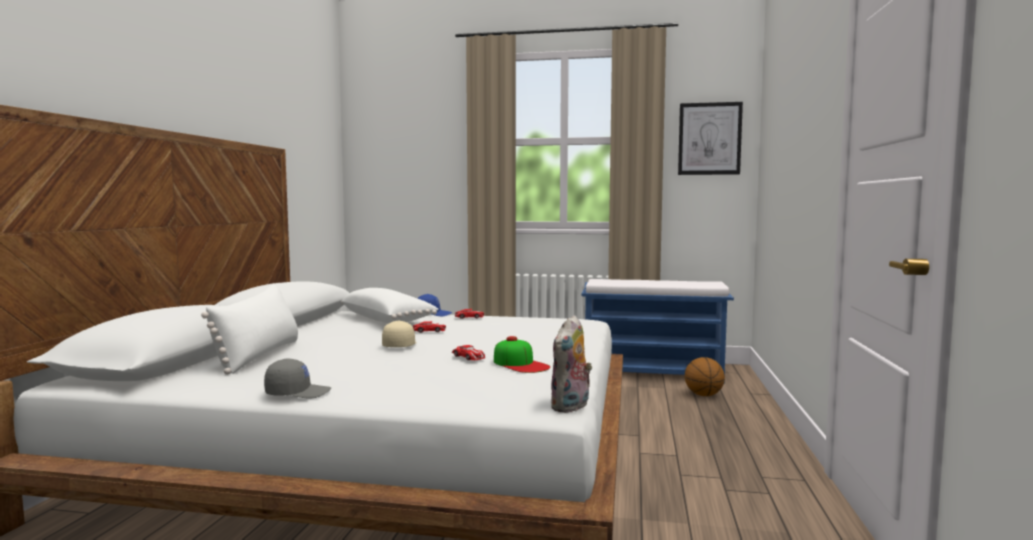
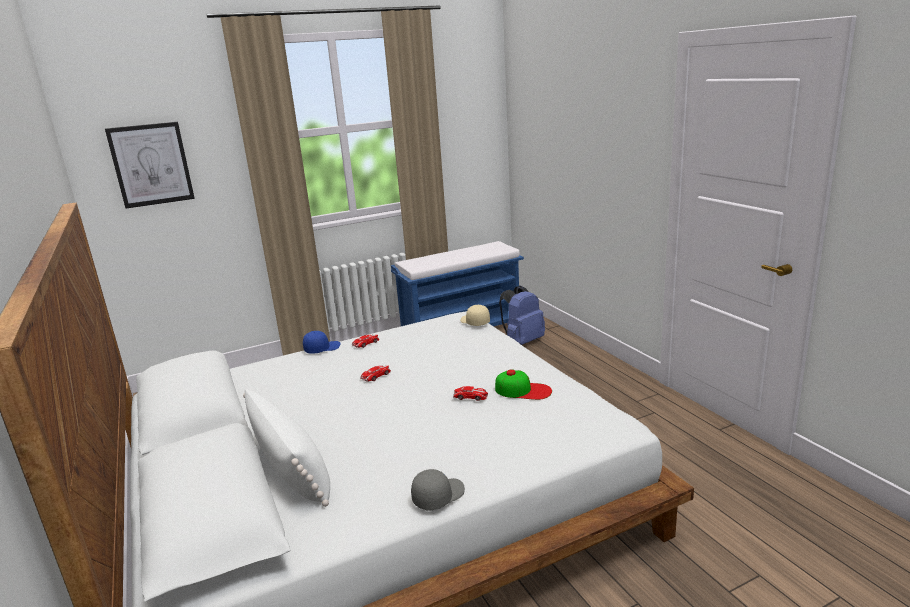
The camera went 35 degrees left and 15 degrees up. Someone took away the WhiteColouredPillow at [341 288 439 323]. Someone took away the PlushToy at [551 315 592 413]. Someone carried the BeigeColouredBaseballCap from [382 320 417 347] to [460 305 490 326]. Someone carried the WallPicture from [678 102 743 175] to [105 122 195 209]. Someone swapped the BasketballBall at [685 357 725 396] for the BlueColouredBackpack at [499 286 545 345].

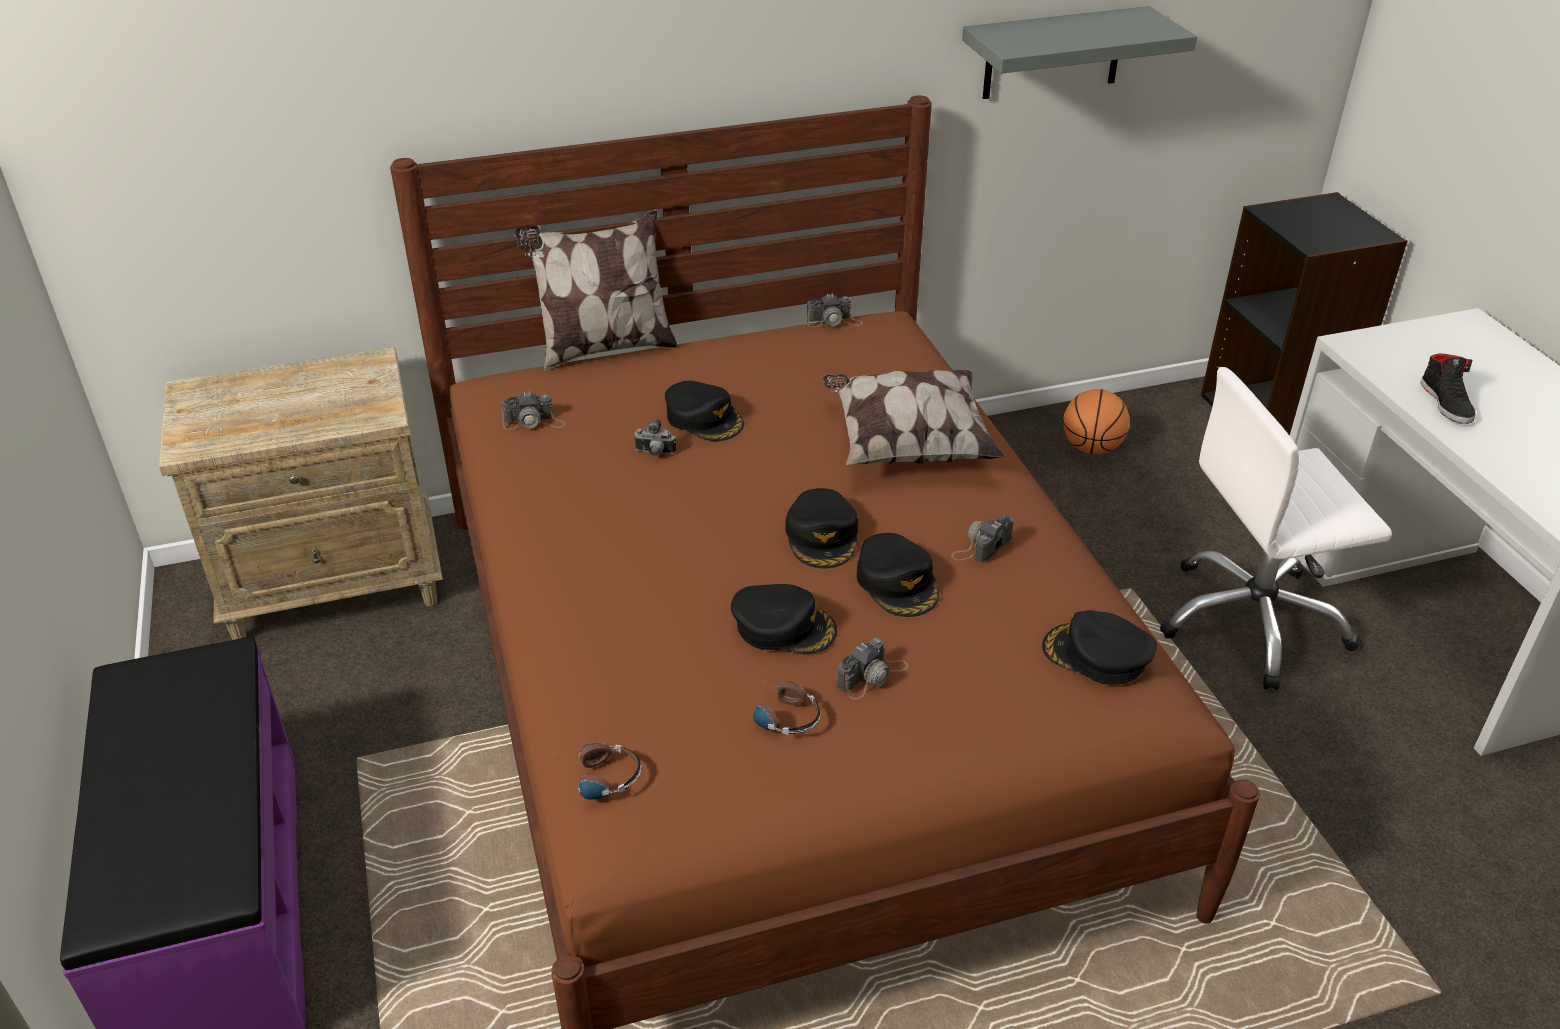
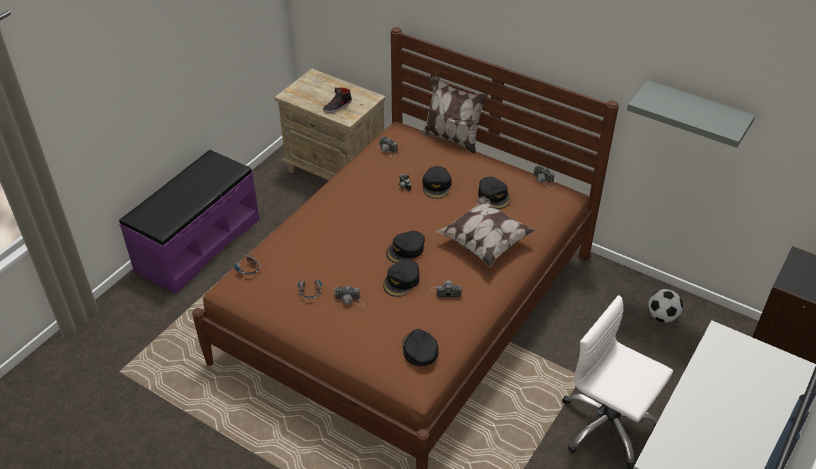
The camera went 50 degrees right and 5 degrees up. Someone carried the BlackishBaseballCap from [731 584 837 653] to [478 177 510 209]. Someone carried the BlackishItemOfFootwear from [1421 353 1476 424] to [323 88 352 113]. Someone swapped the BasketballBall at [1063 389 1130 454] for the BallForFootball at [648 289 683 323].

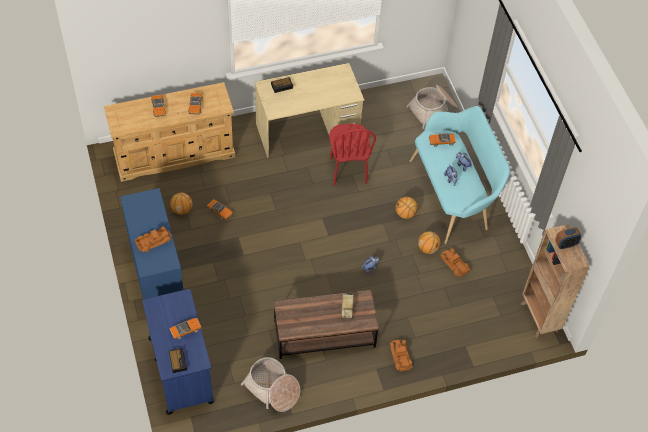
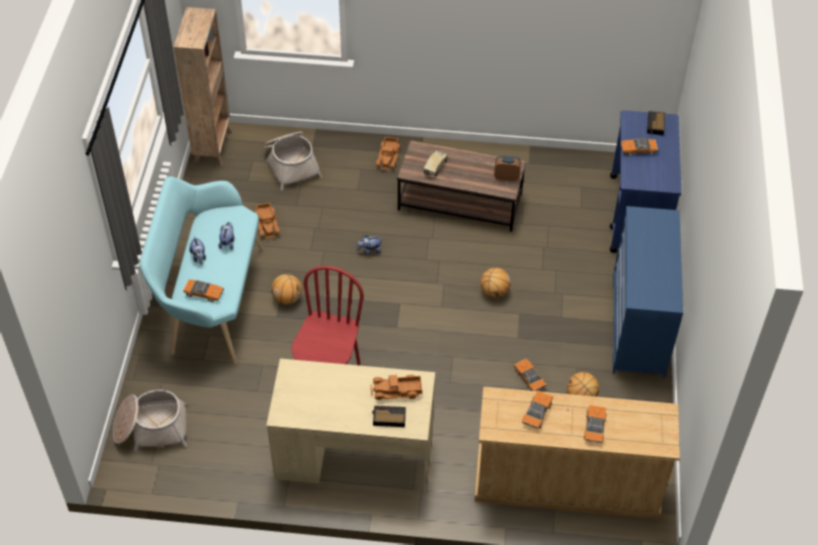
The camera went 155 degrees left and 5 degrees down. Someone carried the ModelTruck from [135 227 172 252] to [371 375 422 400]. Someone carried the Basket from [241 357 300 412] to [263 132 322 190]. Someone carried the BasketballBall from [418 231 441 254] to [480 268 511 298]. Someone carried the AlarmClock from [555 227 581 249] to [494 156 521 181].

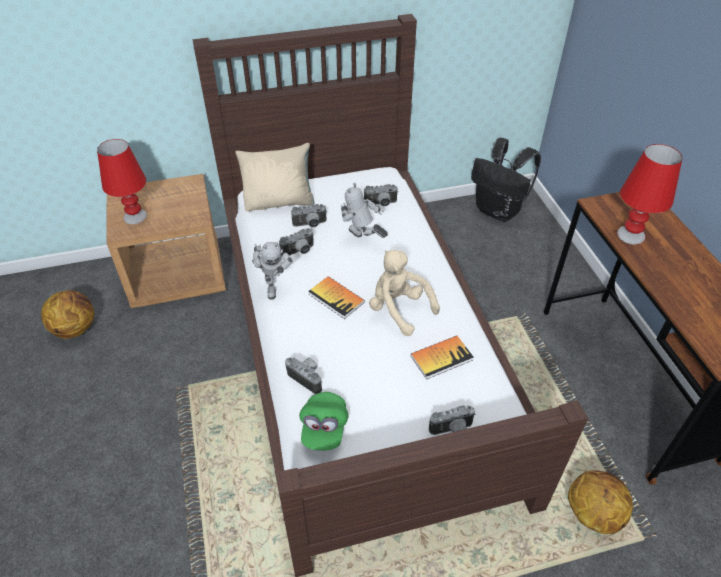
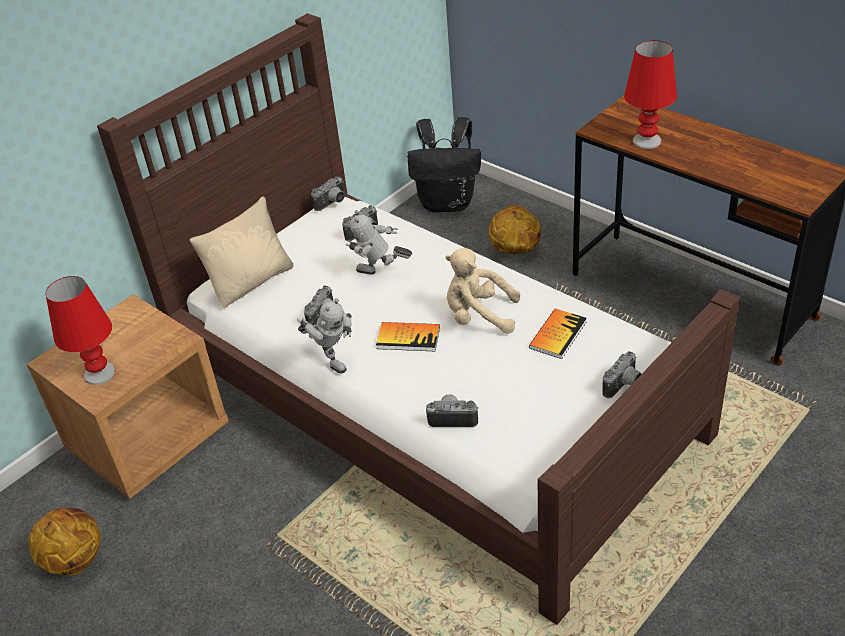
The camera went 30 degrees left and 5 degrees down. Someone took away the GreenColouredBaseballCap at [299 392 349 451]. Someone carried the PhotoCamera from [291 204 327 227] to [311 176 345 211]. Someone carried the BasketballBall from [568 471 633 534] to [489 205 541 254].

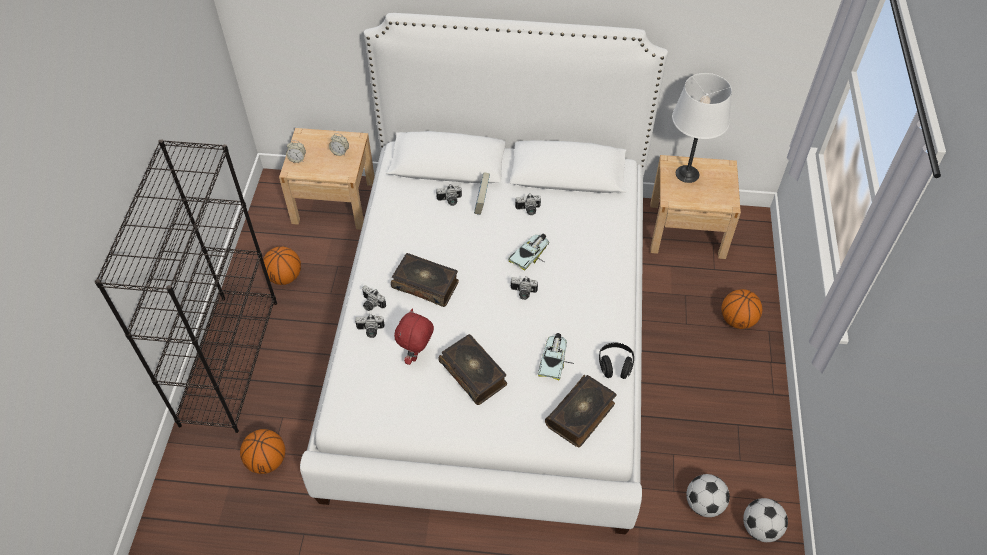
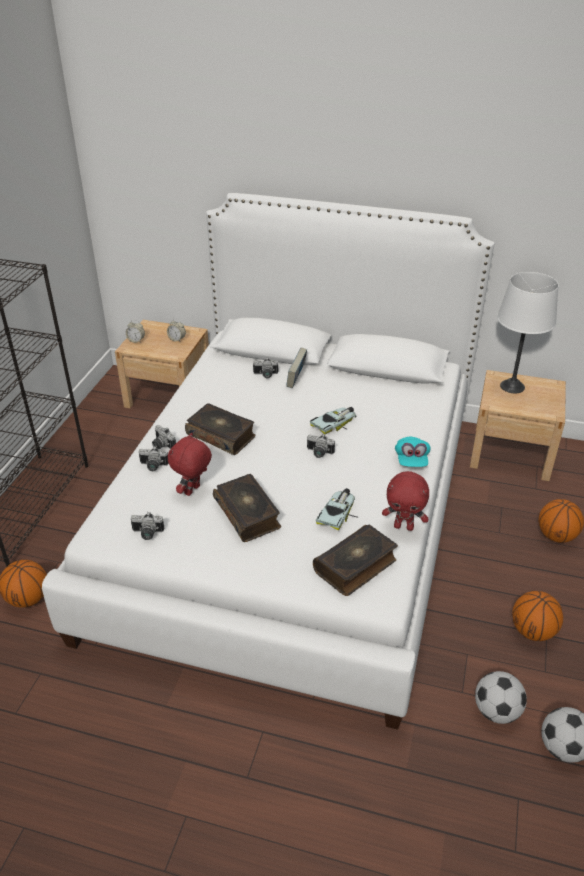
The camera went 10 degrees right and 15 degrees down. Someone put down the TurquoiseColouredBaseballCap at [395 437 431 467]. Someone carried the BasketballBall from [262 246 301 285] to [512 591 563 641]. Someone carried the PhotoCamera from [515 194 541 215] to [131 512 165 540]. Someone swapped the BlackishHeadset at [599 342 634 379] for the RedPlushToy at [382 471 429 531].

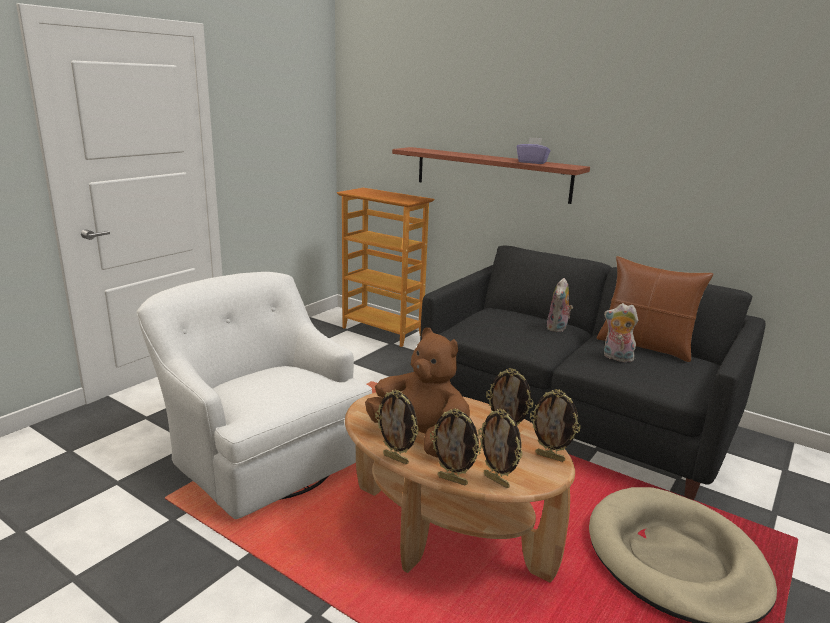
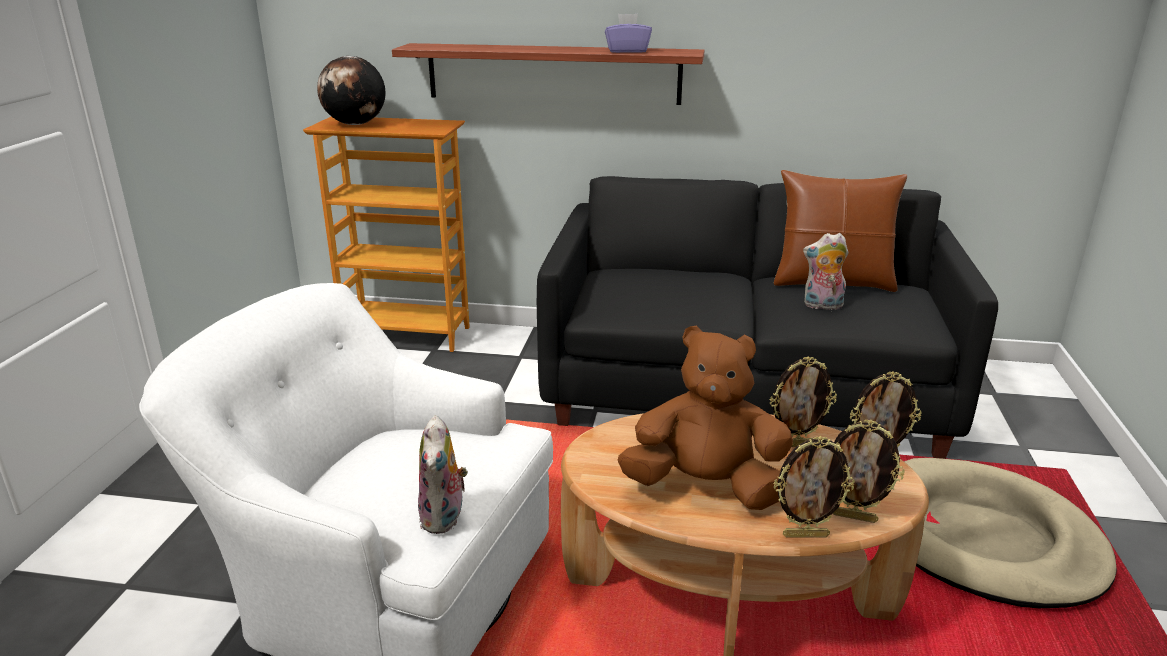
The camera went 25 degrees left and 5 degrees up. Someone took away the PhotoFrame at [375 390 419 464]. Someone put down the WorldGlobe at [317 56 385 125]. Someone carried the PlushToy from [546 278 573 332] to [418 415 468 534].

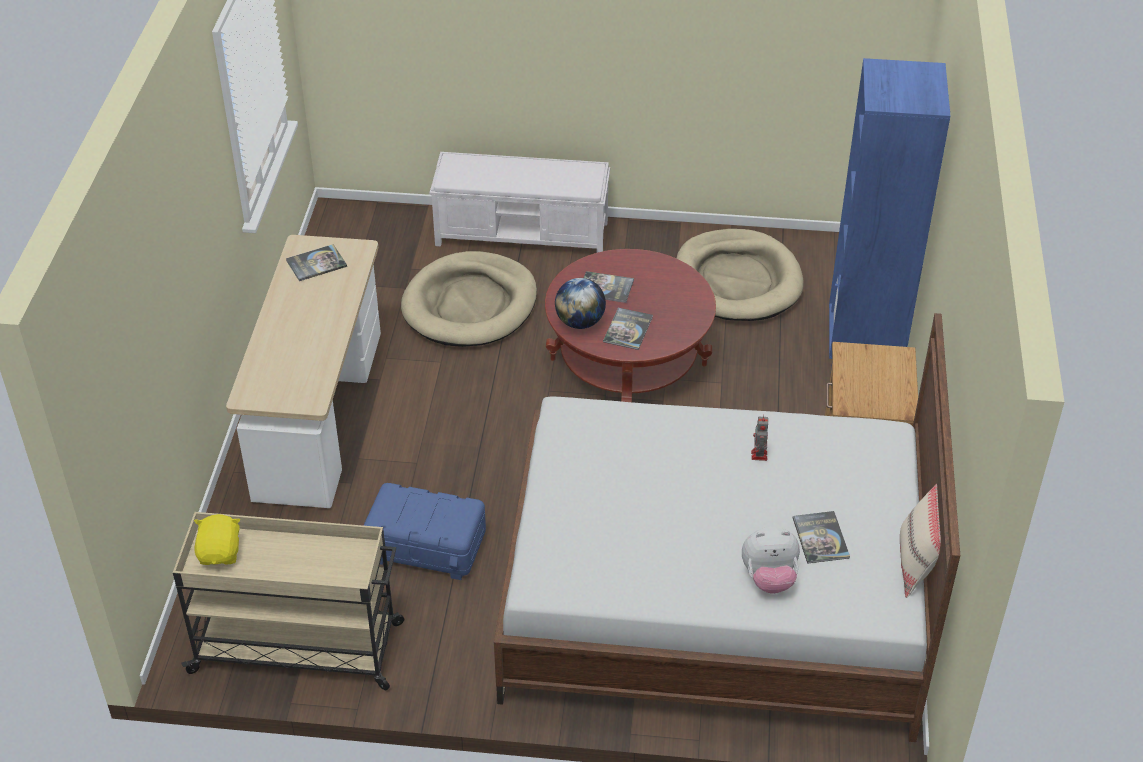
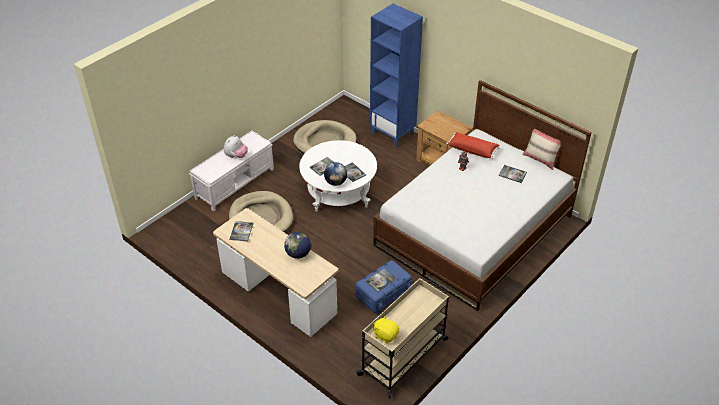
The camera went 55 degrees left and 0 degrees up. Someone put down the WorldGlobe at [284 232 311 259]. Someone put down the Book at [365 268 396 292]. Someone put down the RedPillow at [446 132 500 159]. Someone carried the PlushToy from [742 527 800 594] to [224 135 248 158]. Someone repainted the RedLoungeTable at [545 249 716 402], which became the WhiteColouredLoungeTable at [299 140 377 212].

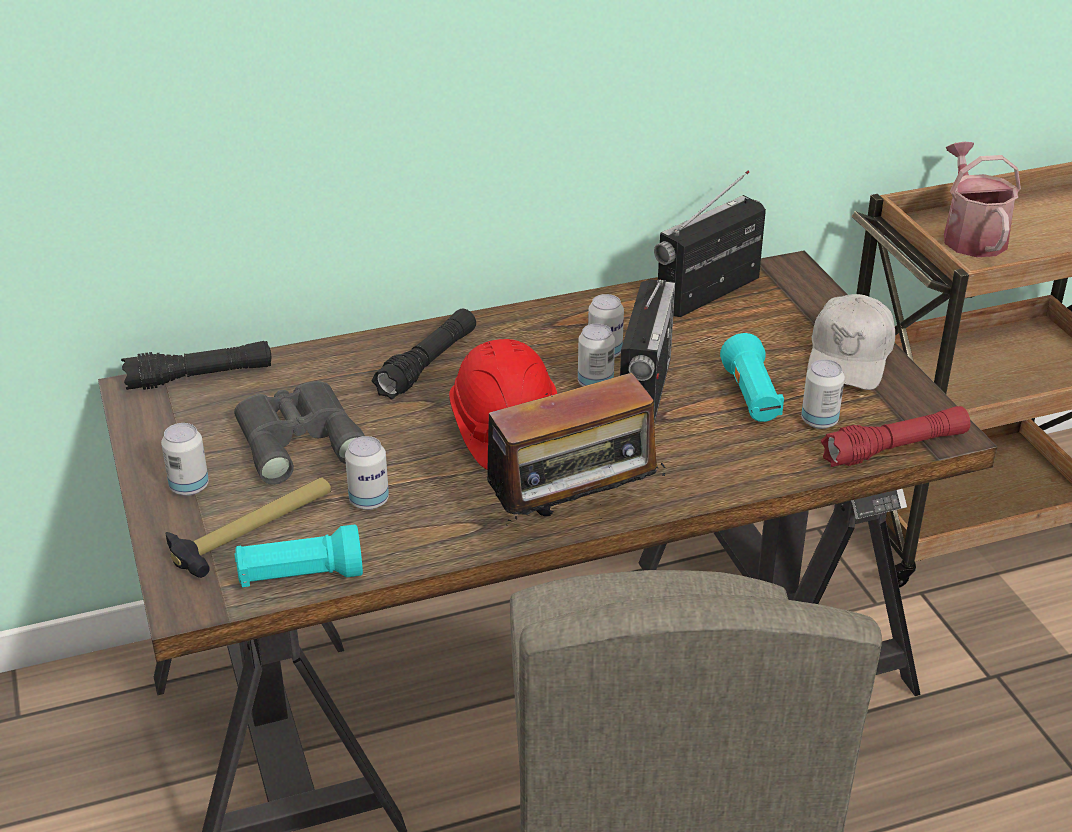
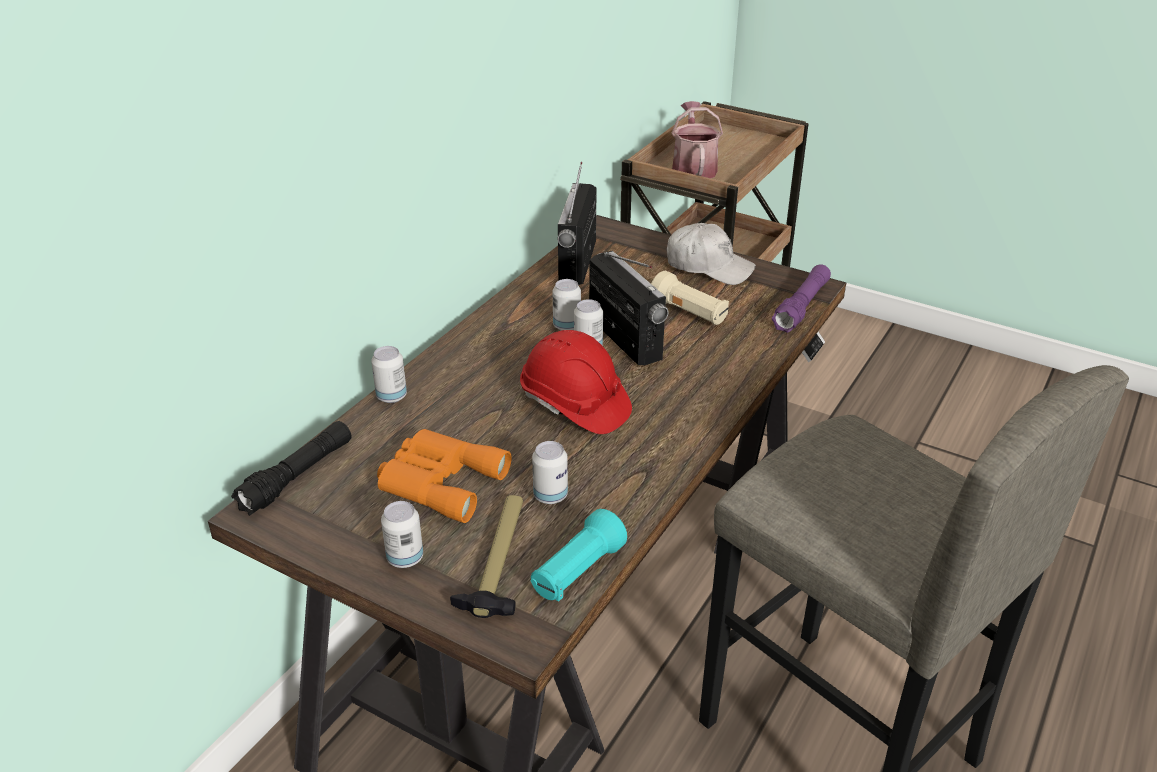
The camera went 40 degrees left and 0 degrees up. Someone took away the BlackishHandTorch at [372 309 476 400]. Someone took away the RadioSet at [470 373 668 531]. Someone carried the MetalCan from [801 359 845 429] to [371 346 407 403]. Someone repainted the GrayPairOfBinoculars at [234 381 365 485], which became the OrangePairOfBinoculars at [377 429 512 523]. Someone repainted the TurquoiseColouredHandTorch at [720 333 784 422], which became the BeigeColouredHandTorch at [651 271 729 325]. Someone repainted the RedHandTorch at [821 406 970 467], which became the PurplishHandTorch at [772 264 831 333]. Someone rotated the WhiteColouredBaseballCap at [807 294 895 390] by 45 degrees counterclockwise. Someone rotated the WateringPot at [944 142 1021 257] by 45 degrees clockwise.

